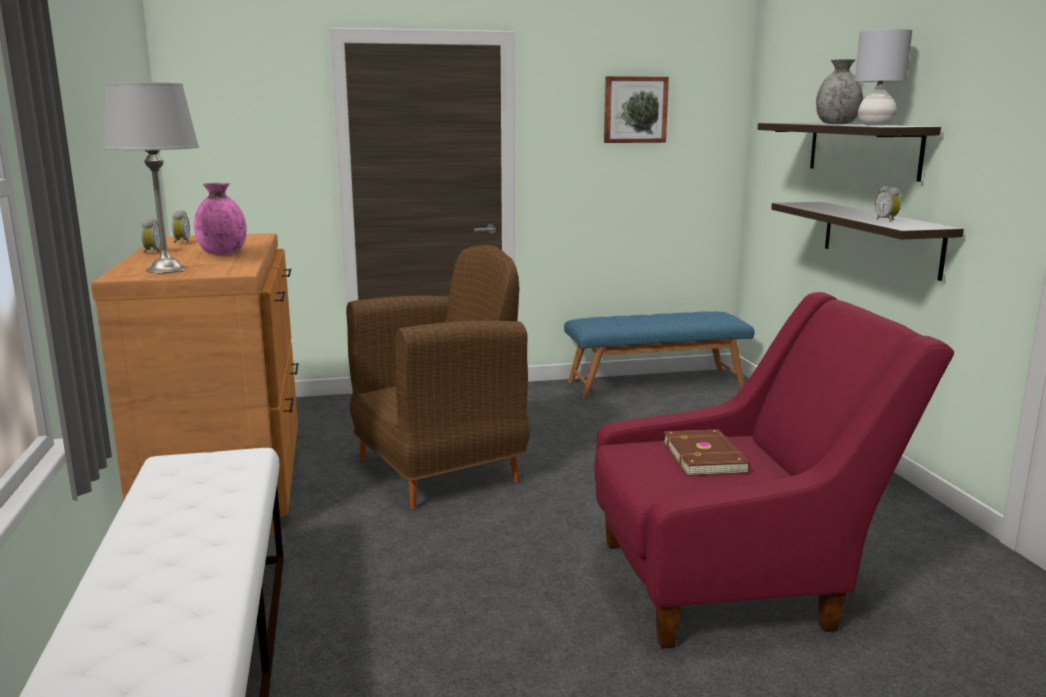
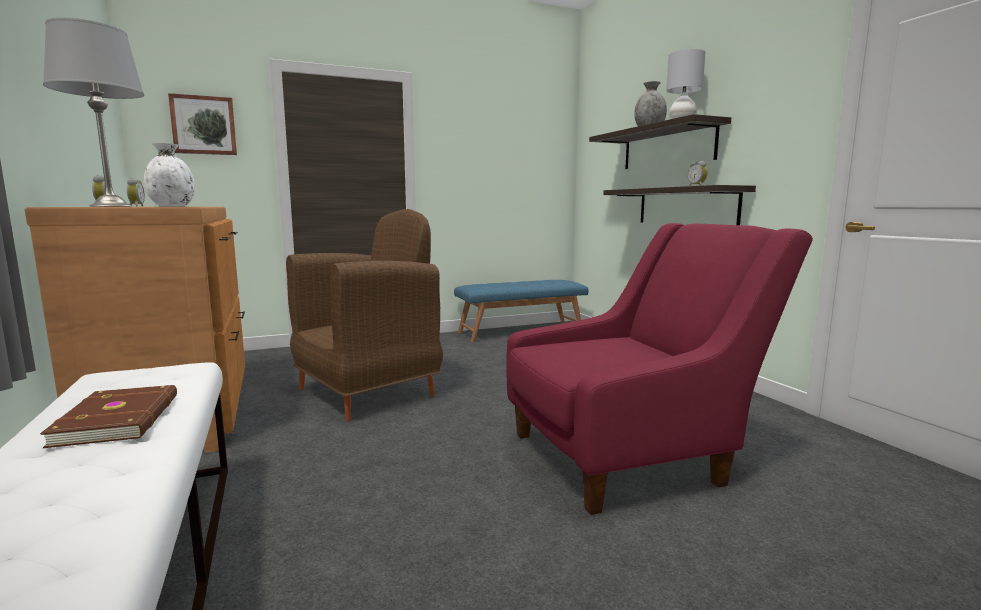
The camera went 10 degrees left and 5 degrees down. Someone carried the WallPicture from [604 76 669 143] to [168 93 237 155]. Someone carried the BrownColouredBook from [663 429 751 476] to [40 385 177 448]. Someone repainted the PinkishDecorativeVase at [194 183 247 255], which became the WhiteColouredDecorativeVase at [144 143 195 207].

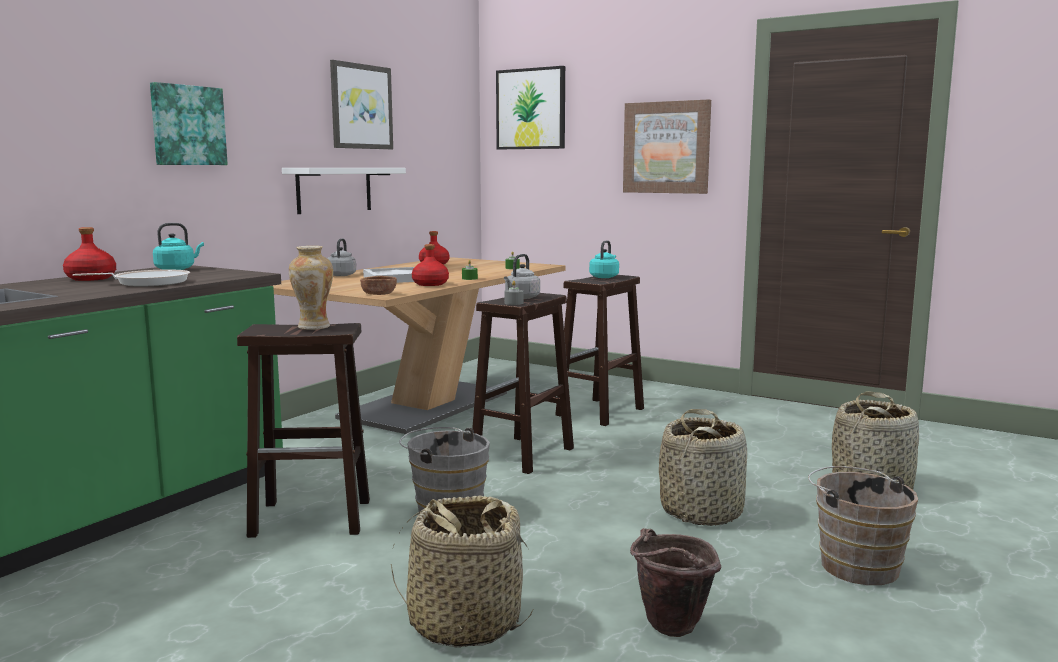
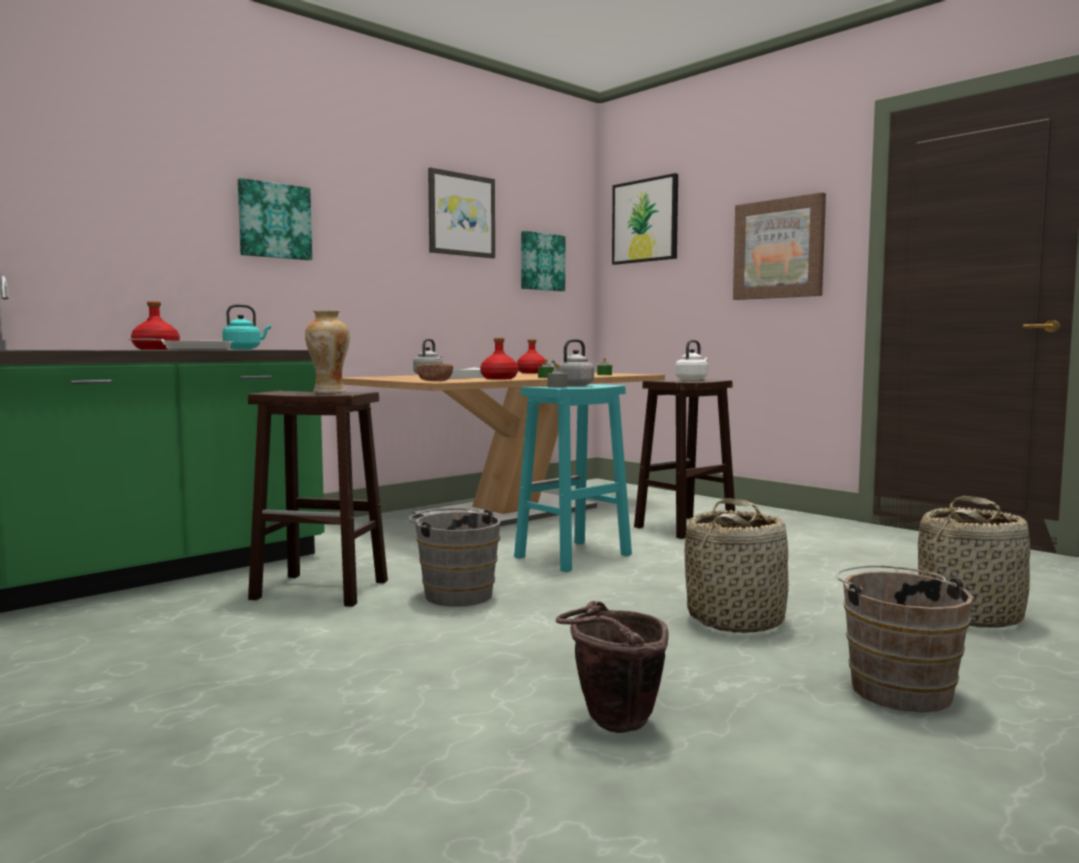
The camera went 15 degrees right and 5 degrees down. Someone took away the WhiteColouredBracketShelf at [282 168 406 214]. Someone took away the Basket at [391 495 534 648]. Someone put up the WallPicture at [521 231 565 291]. Someone repainted the BrownColouredSittingStool at [472 293 574 474], which became the TurquoiseColouredSittingStool at [514 384 632 572]. Someone repainted the TurquoiseColouredKettle at [589 240 619 278], which became the WhiteColouredKettle at [675 340 708 380].

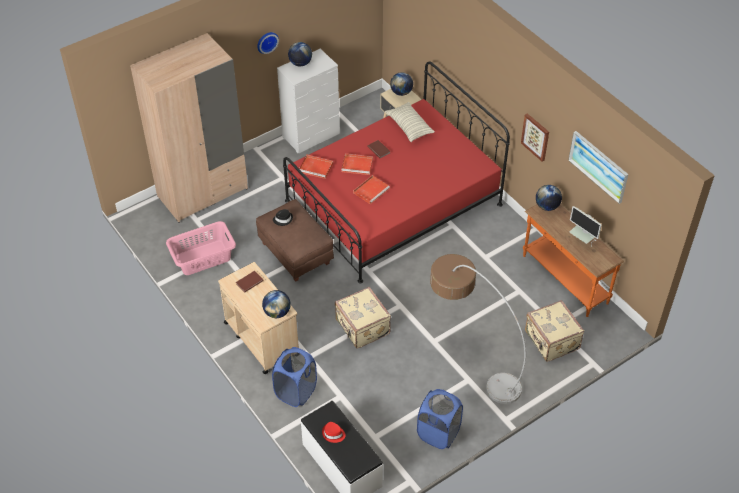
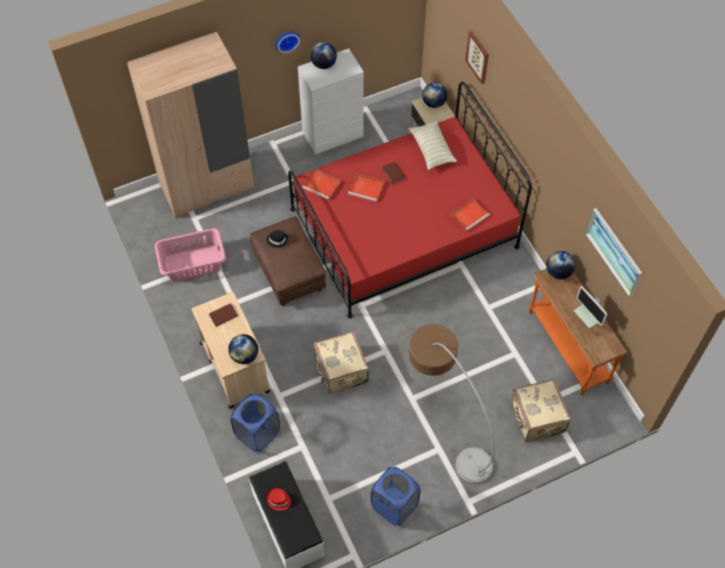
The camera went 10 degrees right and 10 degrees up. Someone carried the RedTray from [353 175 390 204] to [449 198 490 231]. Someone carried the WallPicture from [521 113 549 162] to [465 31 489 84].

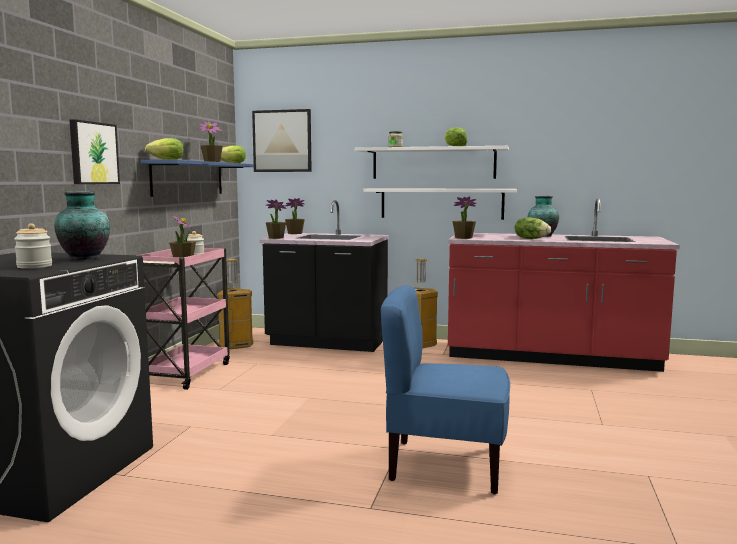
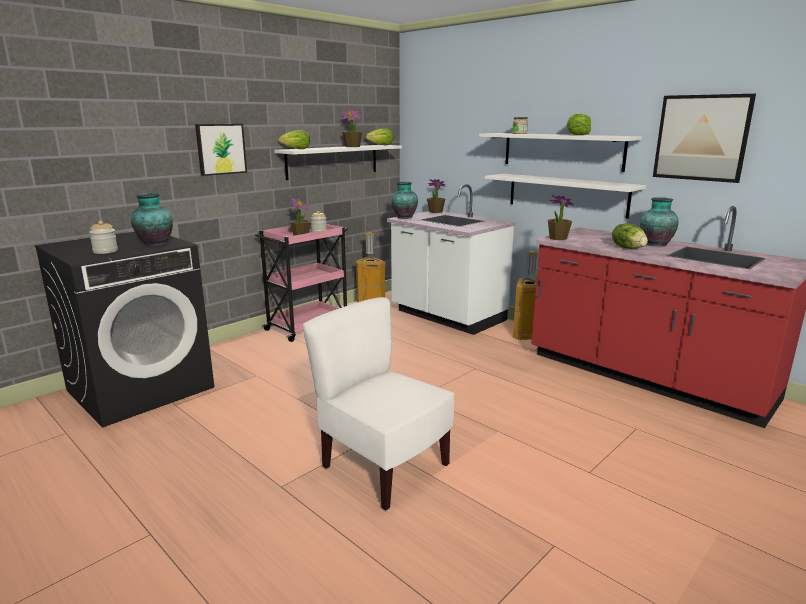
The camera went 30 degrees right and 10 degrees up. Someone carried the WallPicture from [252 109 312 172] to [653 94 756 183]. Someone swapped the PlantInAPot at [266 200 287 239] for the DecorativeVase at [391 182 418 219]. Someone repainted the BlueColouredBracketShelf at [141 160 254 197], which became the WhiteColouredBracketShelf at [274 145 402 180]. Someone repainted the BlackishCounter at [259 200 389 352], which became the WhiteColouredCounter at [387 184 515 335]. Someone repainted the BlueColouredPlainChair at [381 286 510 494], which became the WhiteColouredPlainChair at [303 297 455 510].

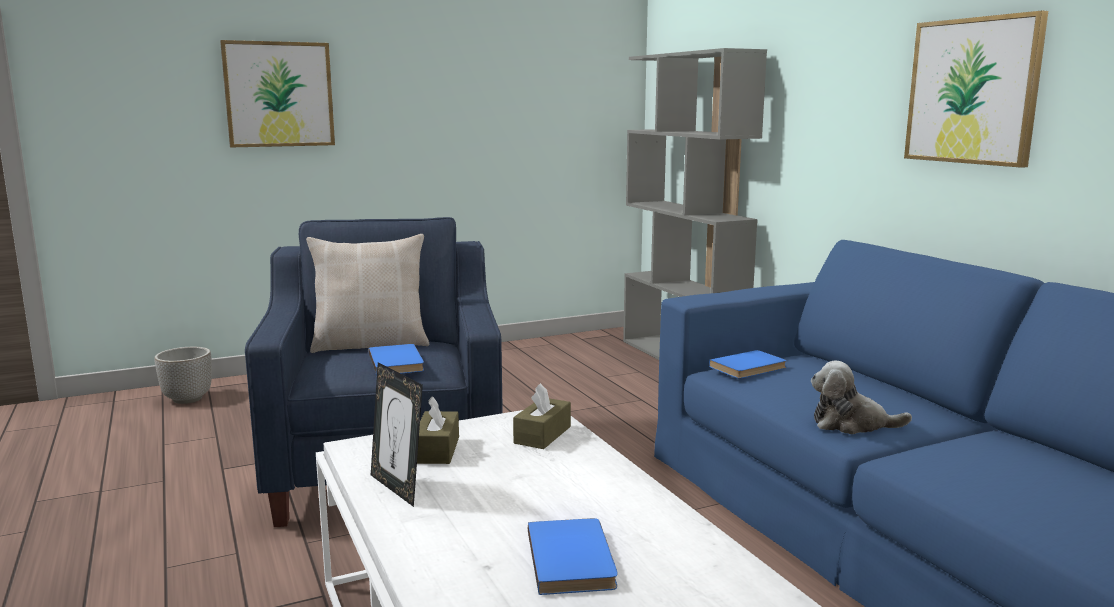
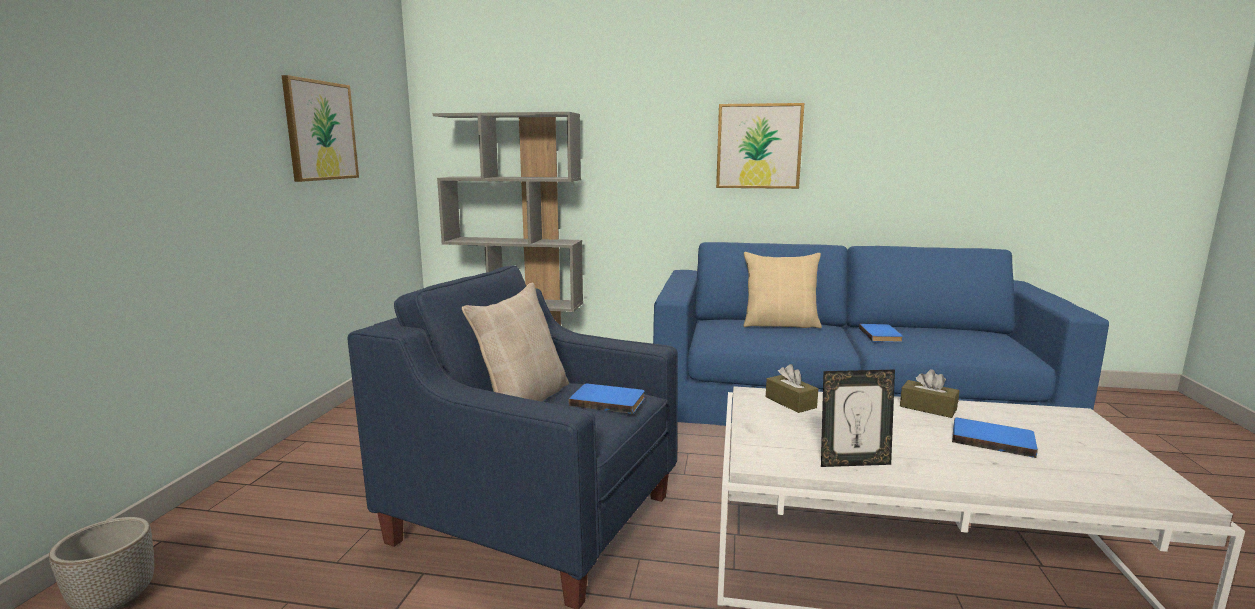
The camera went 55 degrees left and 0 degrees up. Someone took away the PlushToy at [811 361 912 434]. Someone put down the BeigeColouredPillow at [744 252 822 328]. Someone carried the WallPicture from [220 40 335 147] to [282 75 359 182]. Someone carried the BrownColouredBoxOfTissues from [417 396 459 464] to [900 369 959 418]. Someone carried the BlueColouredBook from [709 350 787 378] to [859 324 903 342].

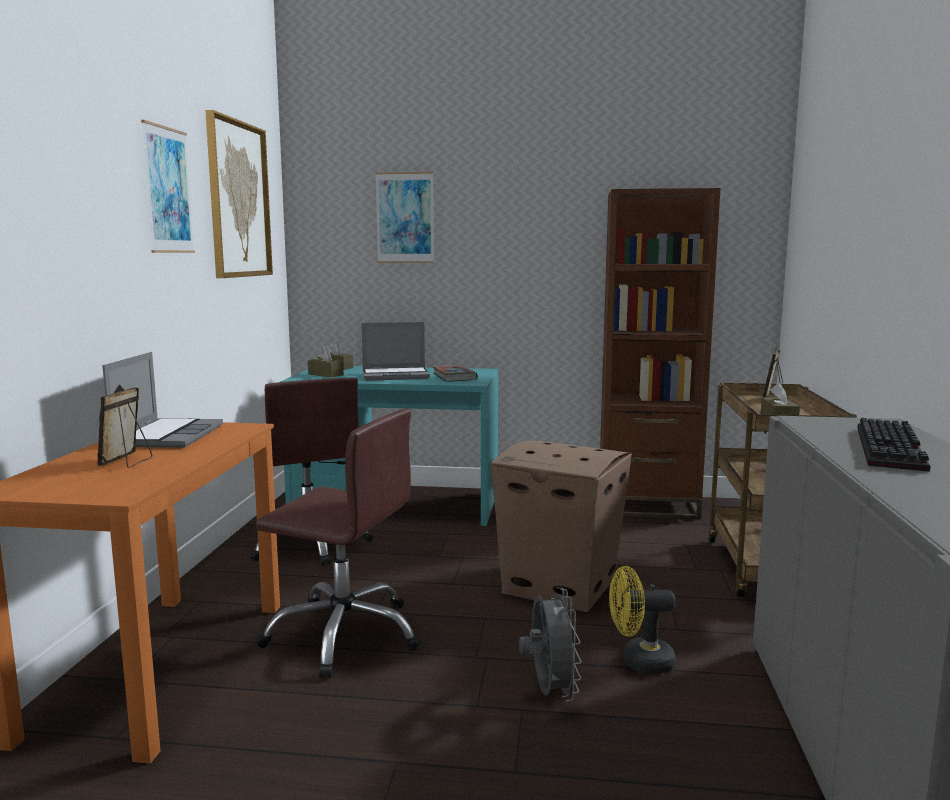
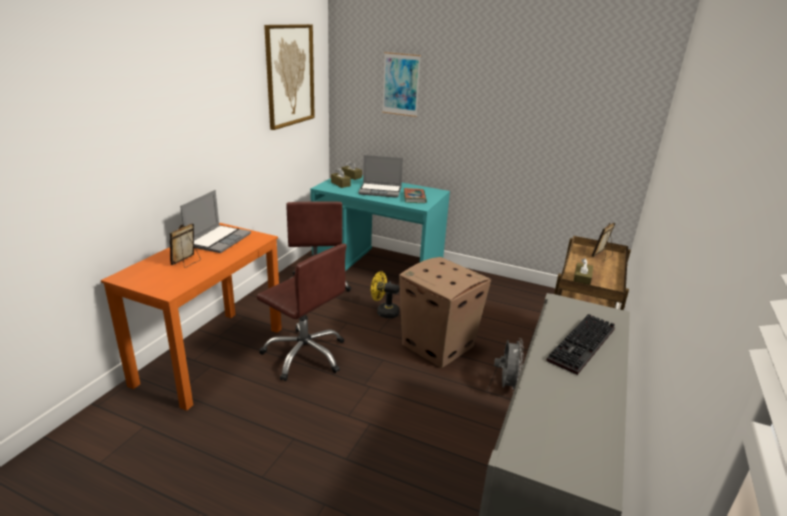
The camera went 15 degrees right and 15 degrees up. Someone took away the WallPicture at [141 120 195 253]. Someone took away the BrownColouredShelvingUnit at [600 188 721 519]. Someone carried the GrayElectricFan from [519 587 582 702] to [494 338 524 389]. Someone carried the YellowishElectricFan from [609 566 676 674] to [371 271 400 318].

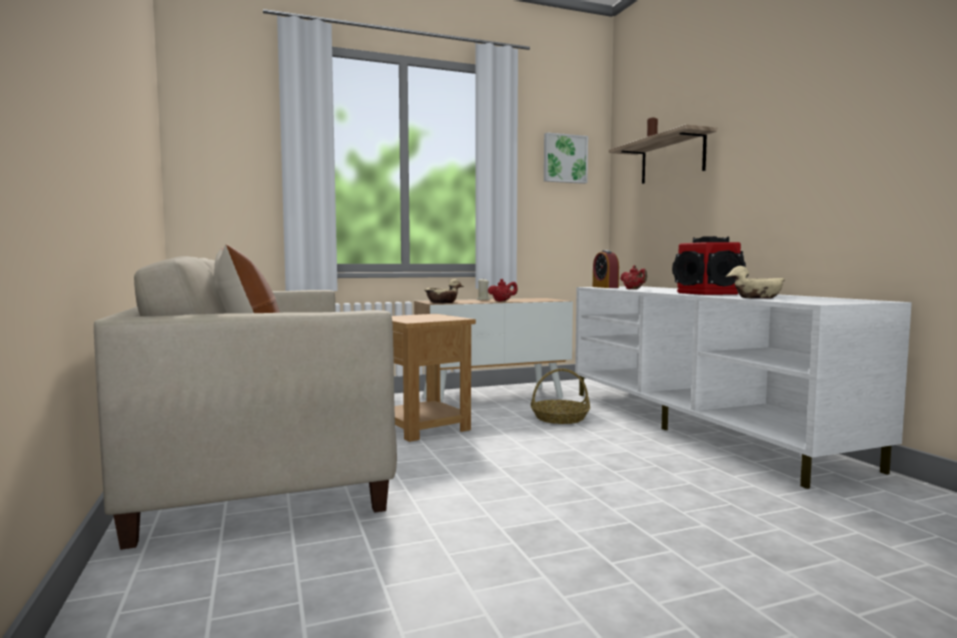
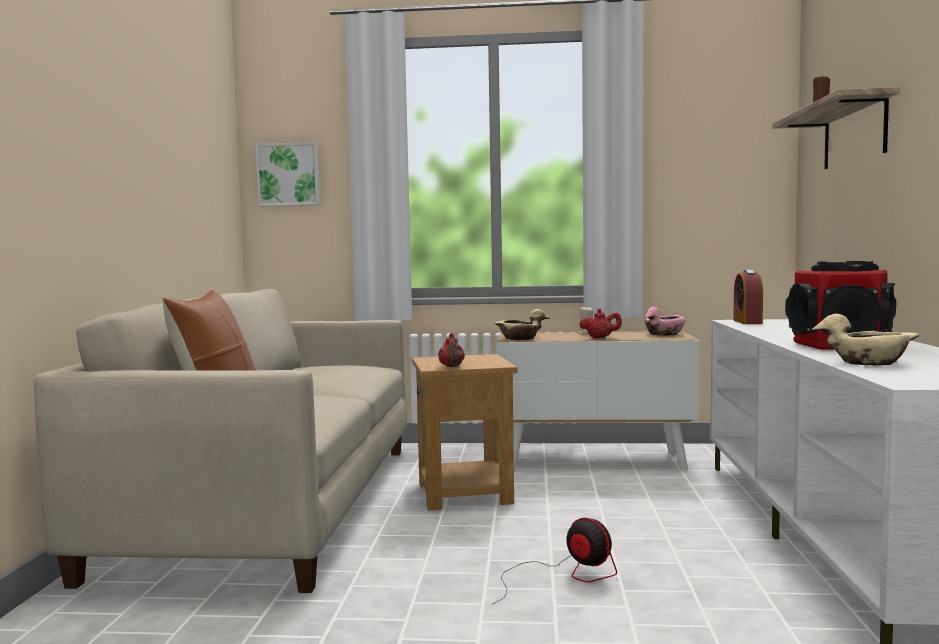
The camera went 25 degrees right and 0 degrees up. Someone took away the Basket at [531 368 590 424]. Someone put down the ElectricFan at [493 517 617 604]. Someone put down the PinkishBowl at [644 307 685 336]. Someone carried the WallPicture from [544 132 588 184] to [255 142 320 206]. Someone carried the RedTeapot from [620 265 647 289] to [438 333 465 367].

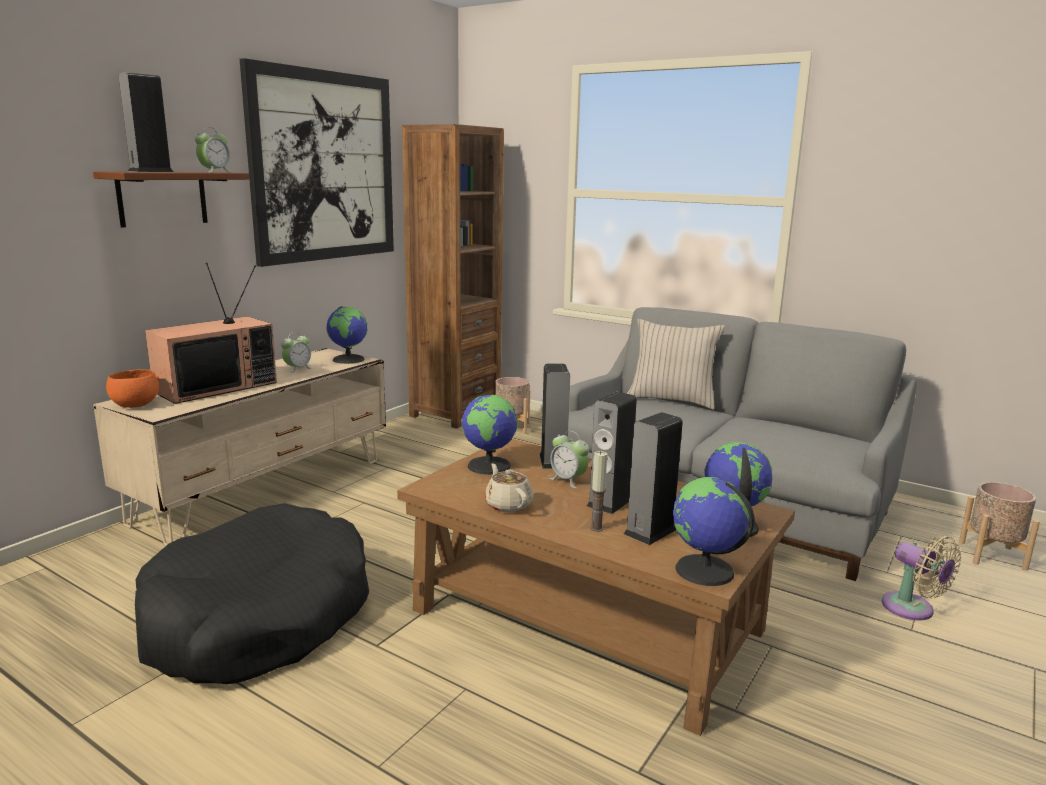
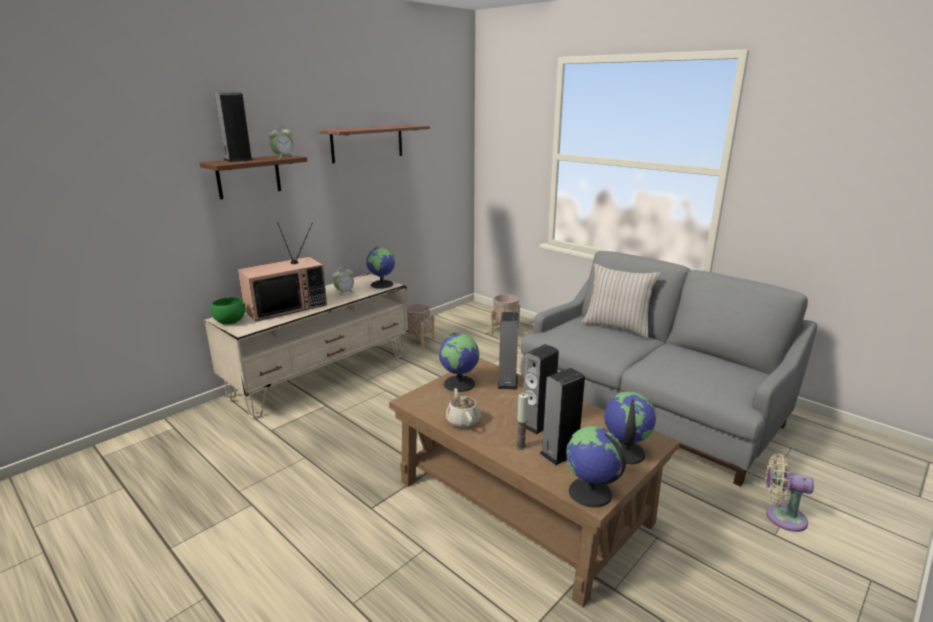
The camera went 10 degrees right and 5 degrees up. Someone took away the BlackishPetBed at [135 503 369 684]. Someone took away the BrownColouredShelvingUnit at [402 124 504 429]. Someone took away the AlarmClock at [549 431 589 488]. Someone carried the BeigeColouredFlowerPot from [959 482 1040 571] to [401 304 435 350]. Someone swapped the WallPicture at [240 58 394 267] for the BracketShelf at [319 125 430 163]. Someone repainted the OrangeBowl at [106 369 160 408], which became the GreenColouredBowl at [211 297 245 324]. Someone rotated the BeigeColouredElectricFan at [882 536 962 620] by 135 degrees clockwise.

